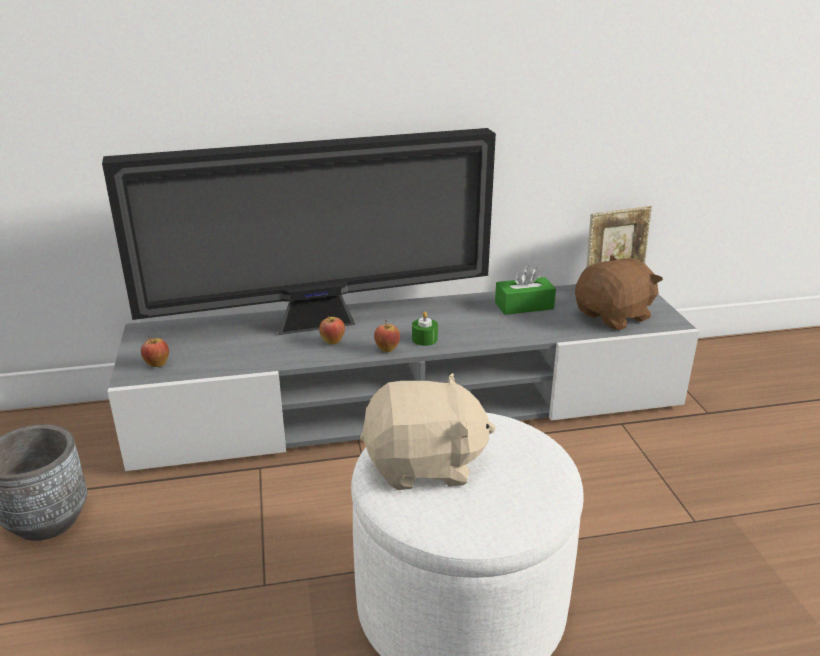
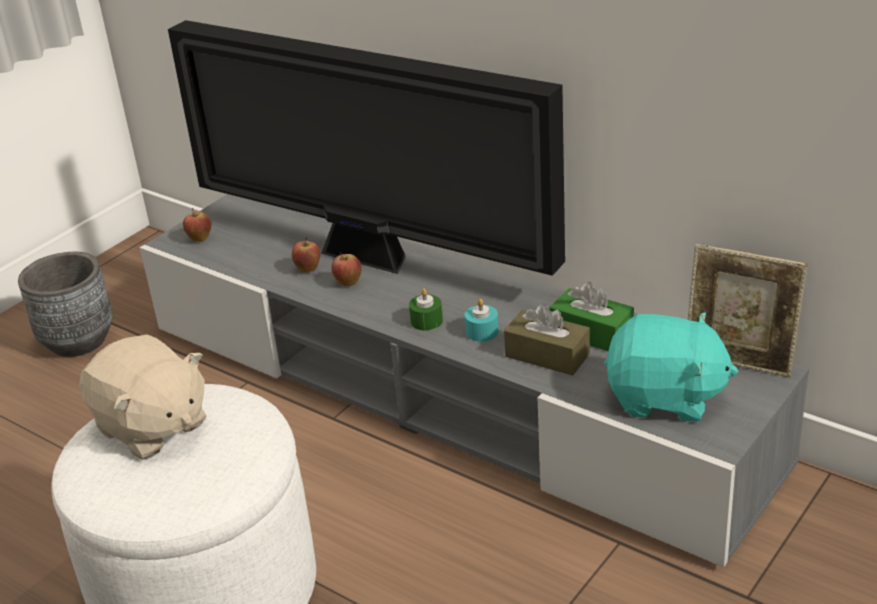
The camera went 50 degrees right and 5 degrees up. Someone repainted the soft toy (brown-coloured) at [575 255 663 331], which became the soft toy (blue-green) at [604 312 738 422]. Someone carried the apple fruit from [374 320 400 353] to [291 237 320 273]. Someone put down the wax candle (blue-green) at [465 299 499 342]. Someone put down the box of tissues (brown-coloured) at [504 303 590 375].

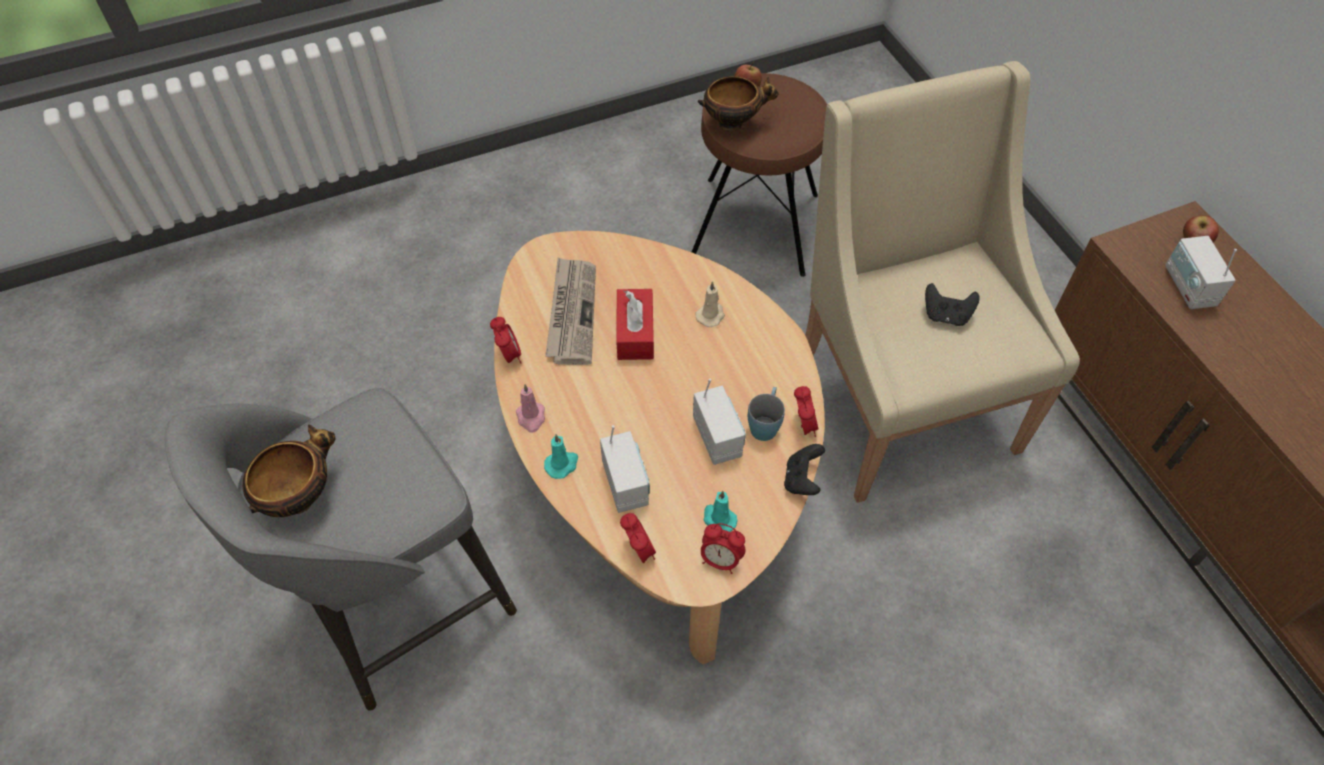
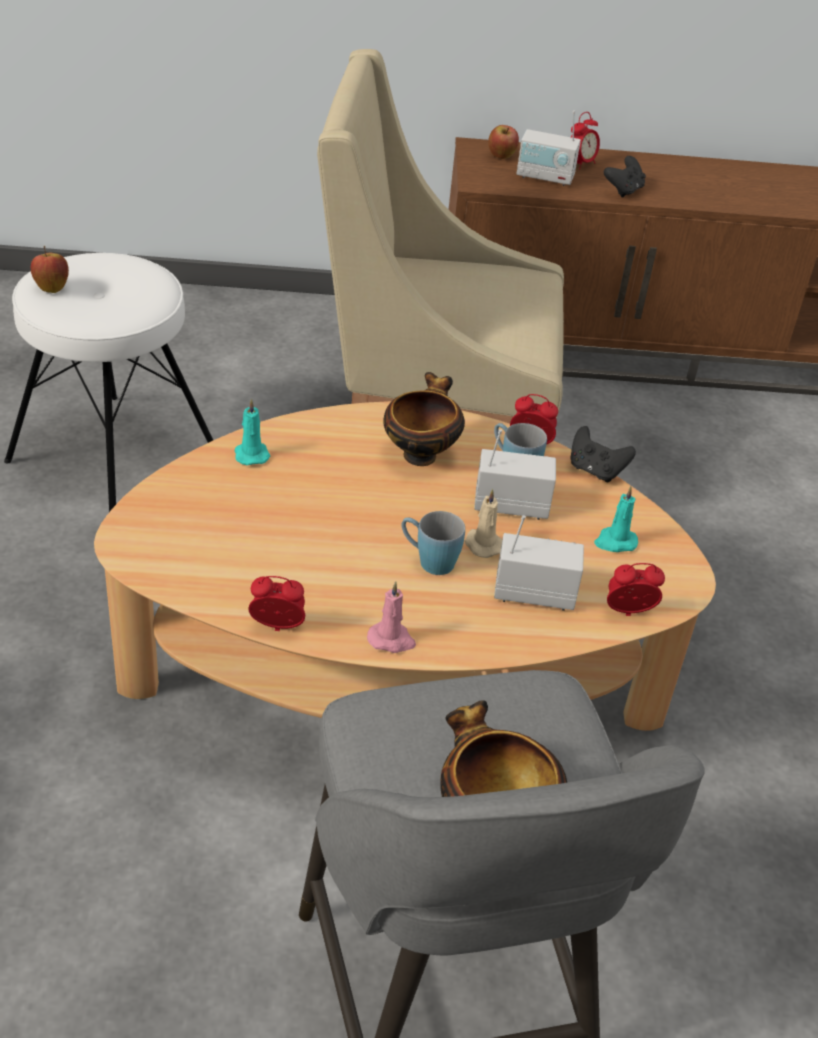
The camera went 70 degrees left and 15 degrees down. Someone repainted the sitting stool (brown-coloured) at [692 73 827 277], which became the sitting stool (whitish) at [4 253 213 512]. Someone carried the bowl from [698 76 779 132] to [384 372 465 466]. Someone took away the printed paper at [545 257 596 365]. Someone carried the wax candle (beige-coloured) from [695 281 725 327] to [465 489 502 558]. Someone carried the game controller (blackish) from [925 283 980 326] to [604 156 646 198]. Someone took away the box of tissues (red-coloured) at [616 289 654 360]. Someone carried the wax candle (blue-green) from [544 434 578 479] to [234 399 270 465]. Someone carried the alarm clock from [701 523 745 574] to [571 112 600 170]. Someone put down the mug (bluish) at [402 511 465 575].

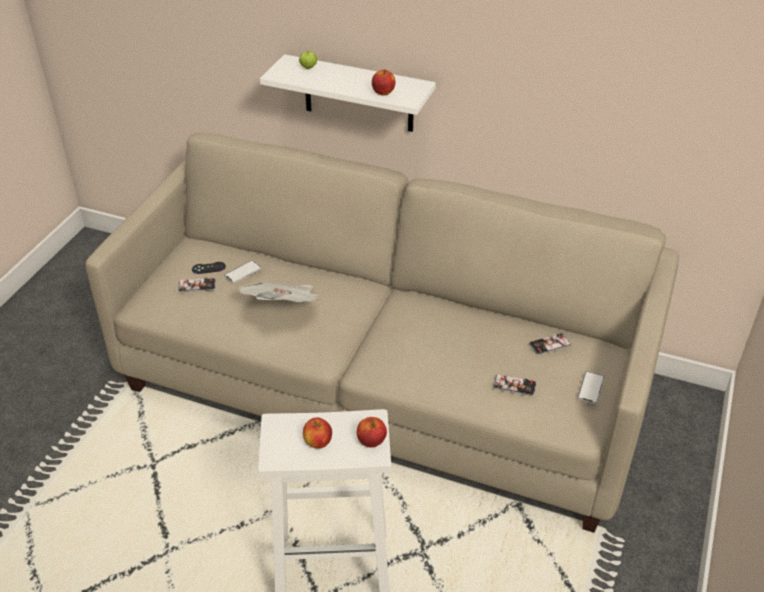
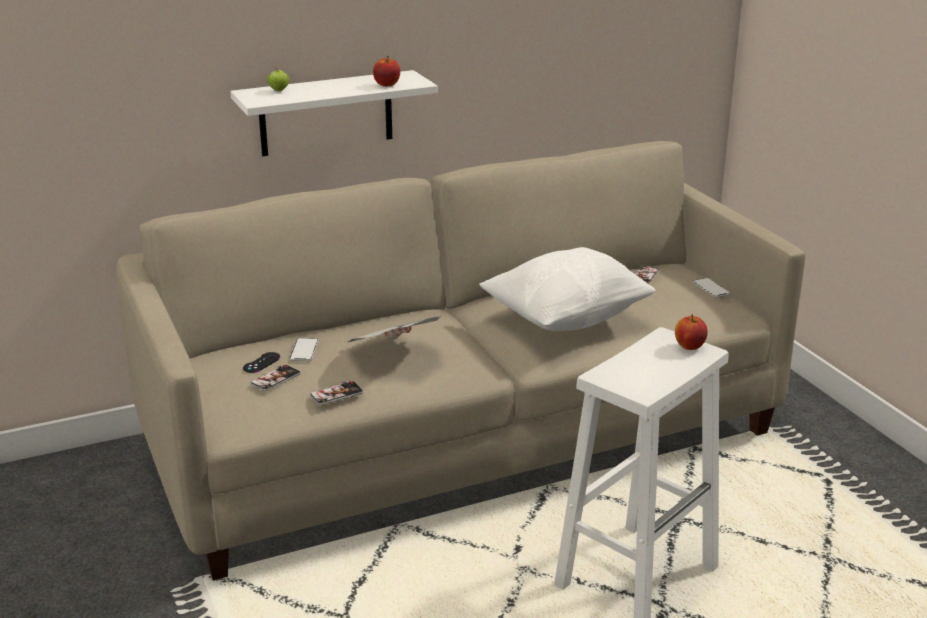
The camera went 45 degrees left and 15 degrees down. Someone carried the phone from [493 374 537 396] to [310 381 364 405]. Someone took away the apple fruit at [303 418 332 449]. Someone put down the cushion (whitish) at [479 247 655 331].

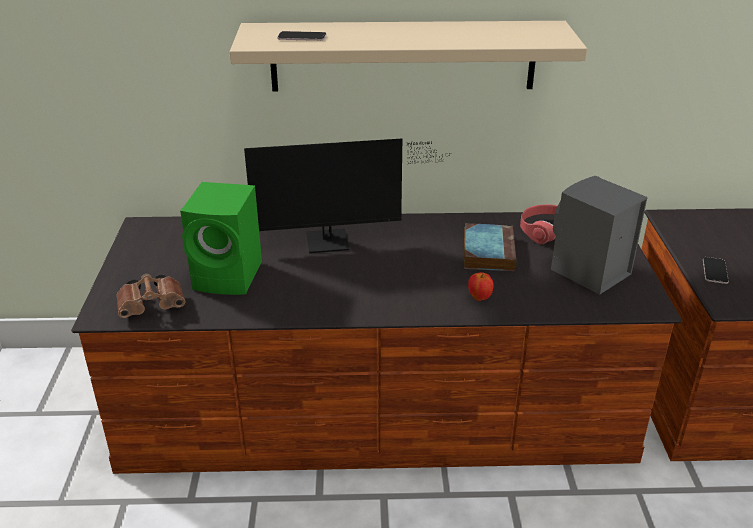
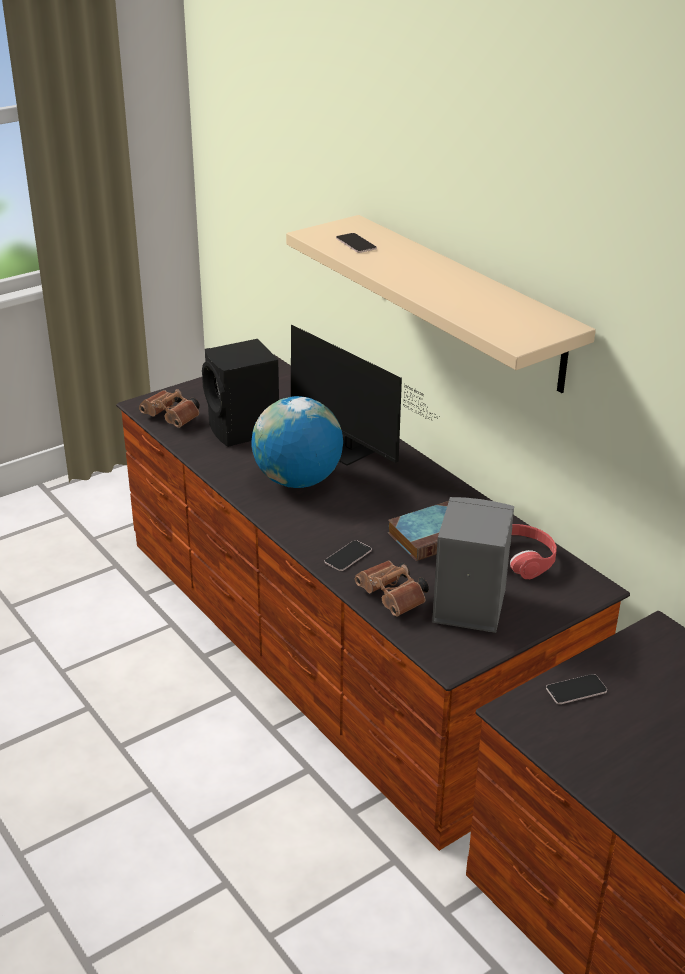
The camera went 55 degrees right and 0 degrees up. Someone repainted the speaker (green) at [180 182 262 295], which became the speaker (blackish) at [202 339 279 447]. Someone swapped the apple fruit at [468 272 494 301] for the phone at [324 540 372 571]. Someone put down the world globe at [251 396 343 488]. Someone put down the field glasses (brown-coloured) at [355 561 429 617].

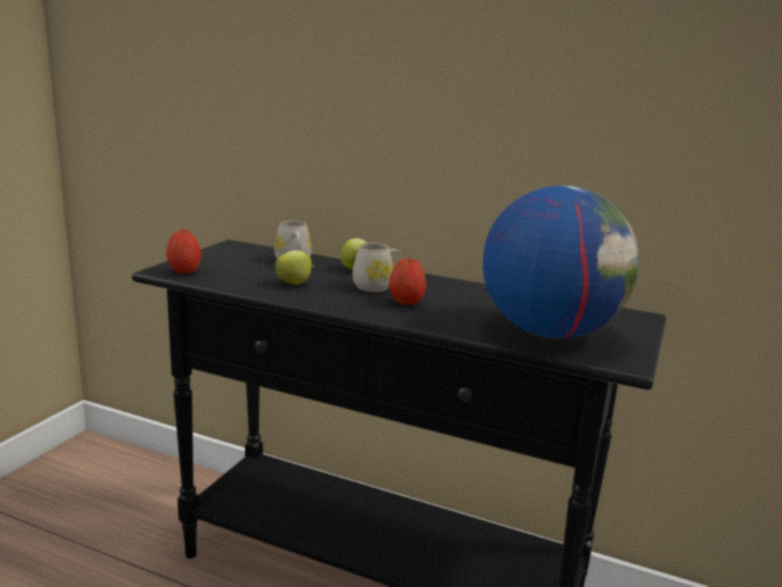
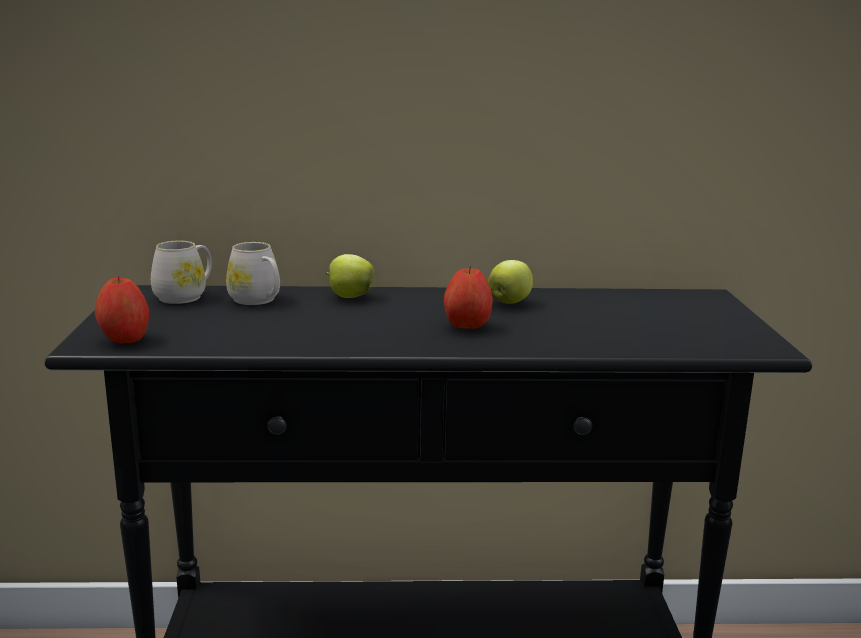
The camera went 25 degrees left and 0 degrees up. Someone took away the world globe at [483 186 639 339]. Someone carried the mug (whitish) from [353 243 403 292] to [151 241 212 304]. Someone carried the apple fruit from [275 250 314 284] to [488 260 533 304].

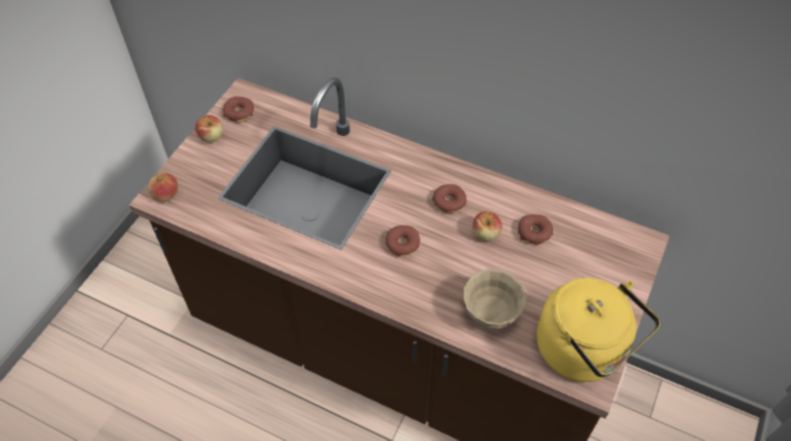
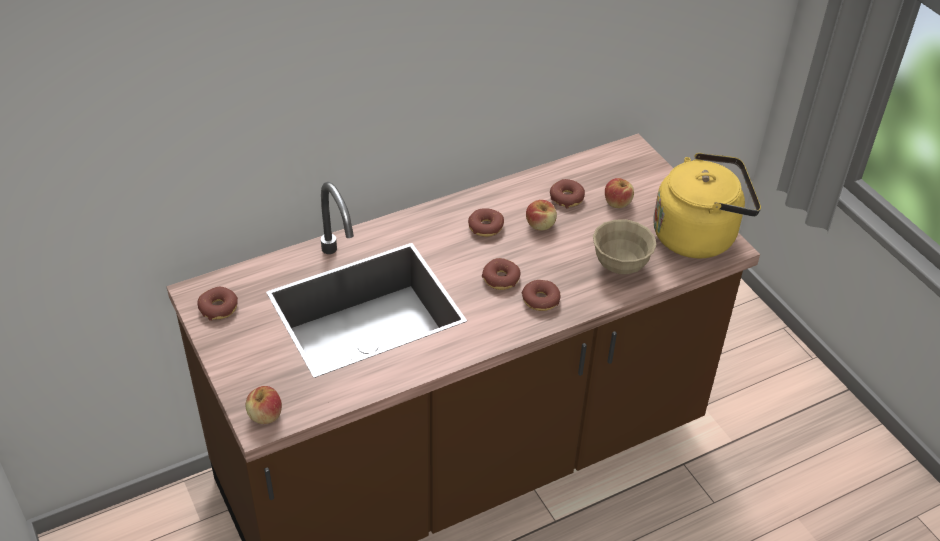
The camera went 55 degrees left and 10 degrees down. Someone carried the apple fruit from [195 115 223 143] to [605 178 634 208]. Someone put down the ring doughnut at [522 280 560 311].

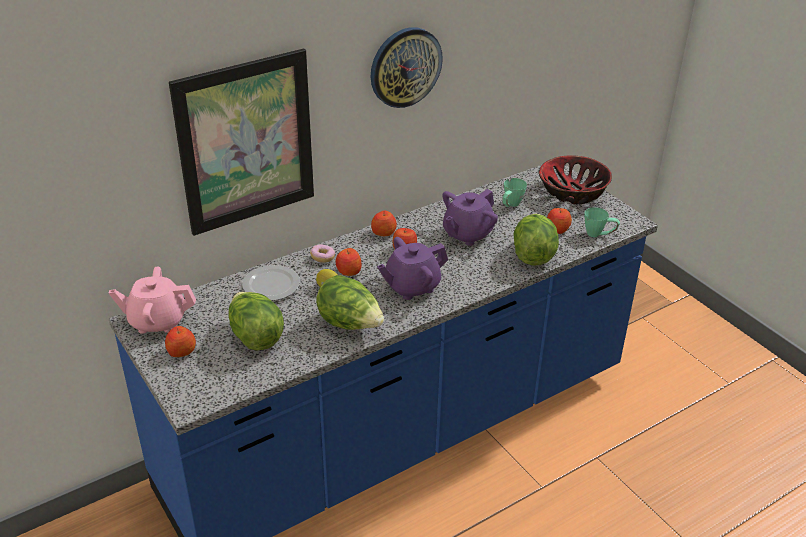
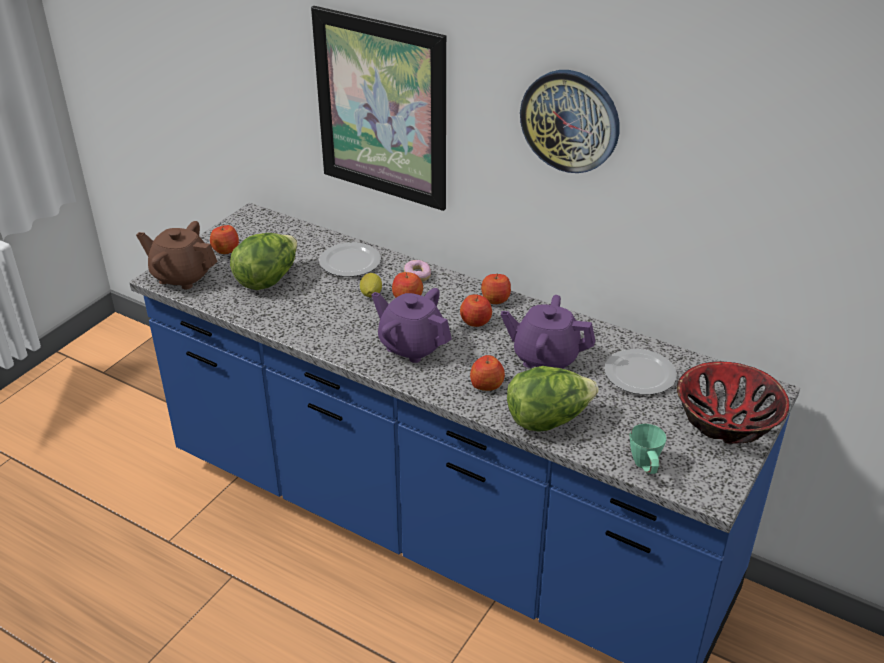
The camera went 65 degrees right and 0 degrees up. Someone swapped the mug (green) at [502 178 527 207] for the dinner plate at [604 349 677 395]. Someone carried the apple fruit from [547 208 572 234] to [470 355 505 391]. Someone took away the tea pot (pinkish) at [109 266 196 334]. Someone took away the lettuce at [316 275 384 330]. Someone put down the tea pot (brown-coloured) at [136 221 218 290].

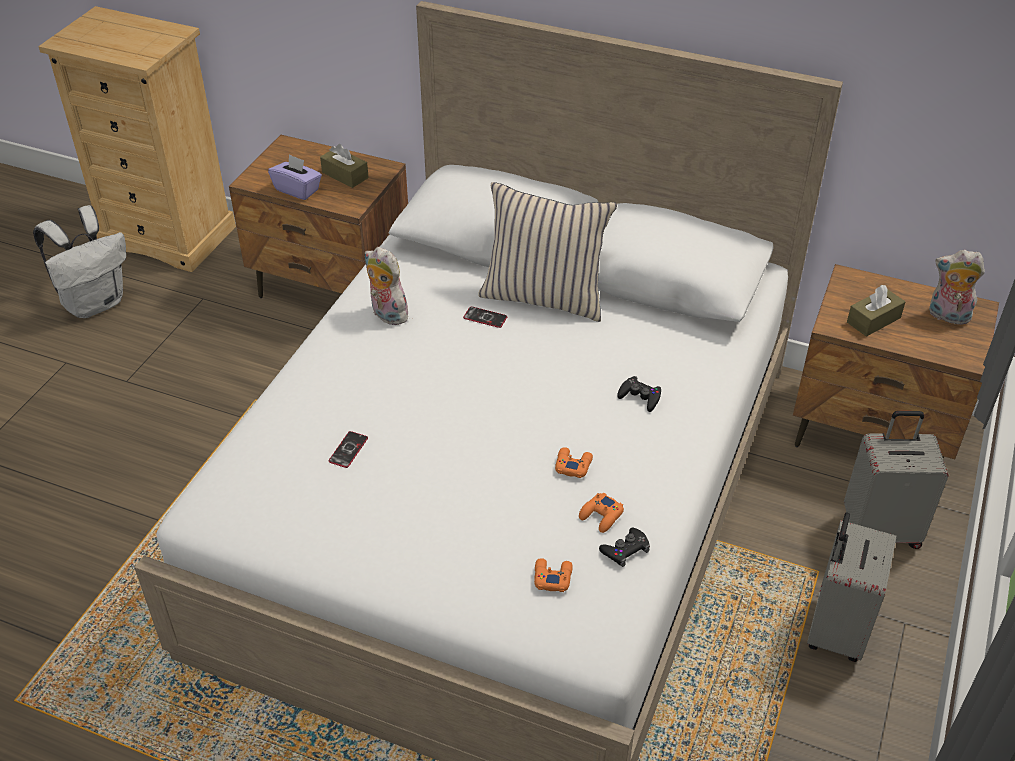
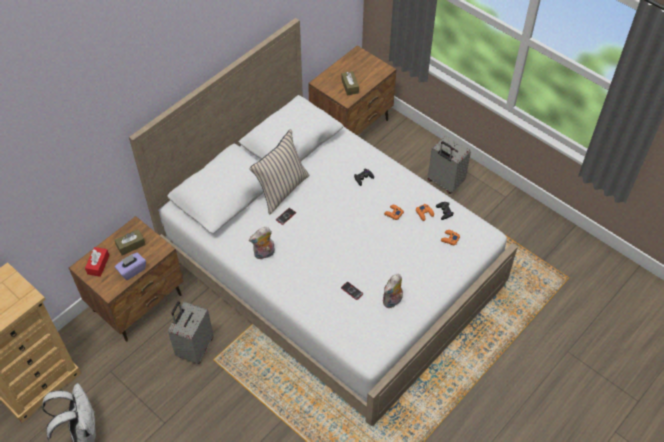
The camera went 70 degrees left and 10 degrees up. Someone carried the soft toy from [929 250 985 327] to [382 274 403 308]. Someone carried the travel case (greyish) from [844 411 949 549] to [168 301 213 364]. Someone put down the box of tissues (red-coloured) at [85 247 109 277].

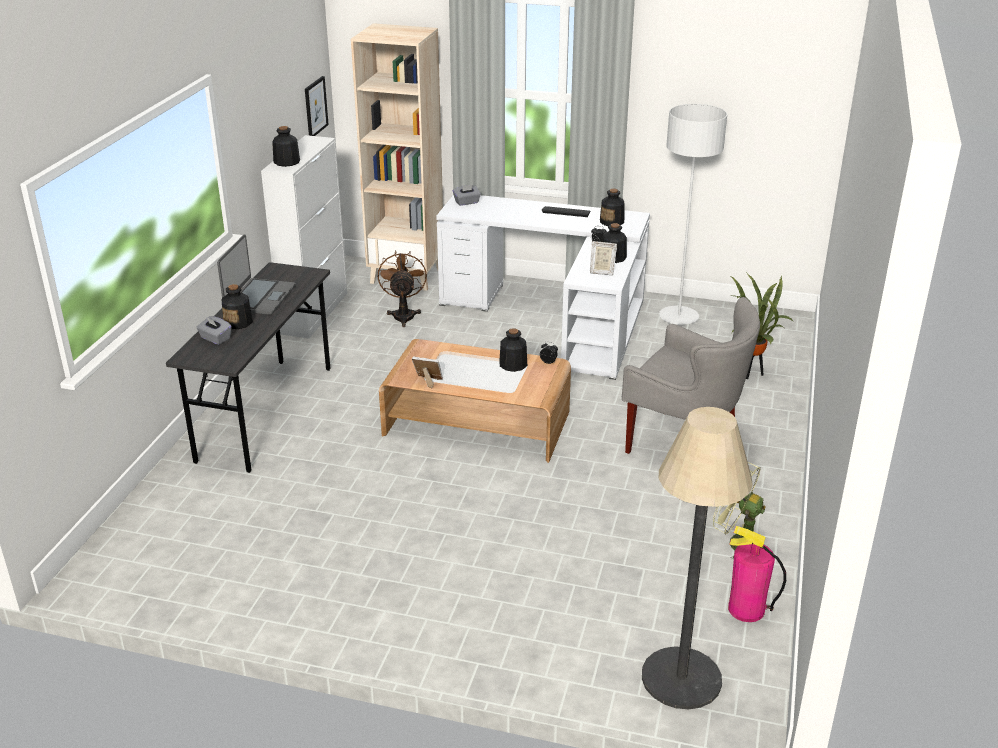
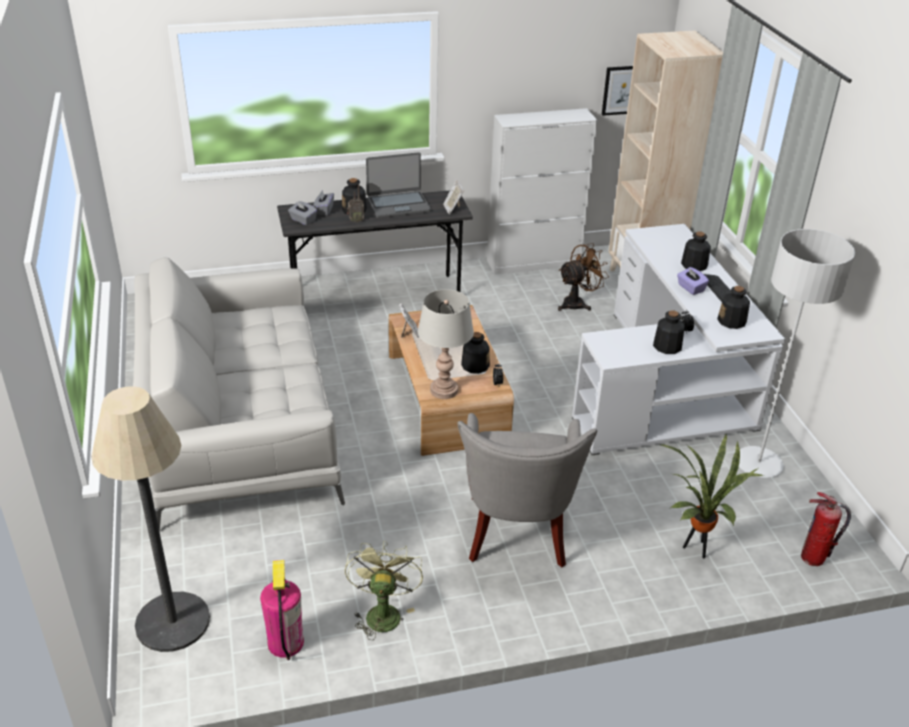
The camera went 60 degrees right and 5 degrees up. Someone carried the beverage bottle from [272 126 300 167] to [681 231 711 271]. Someone carried the box of tissues (greyish) from [453 185 481 206] to [288 201 317 225]. Someone carried the photo frame from [590 241 617 275] to [443 180 464 214]. Someone put down the radio set at [347 184 364 223]. Someone put down the couch (greyish) at [133 257 345 531]. Someone put down the box of tissues (purple-coloured) at [677 267 709 295]. Someone put down the lamp for a table (greyish) at [418 289 474 399]. Someone put down the fire-fighting cylinder at [801 492 851 566].

